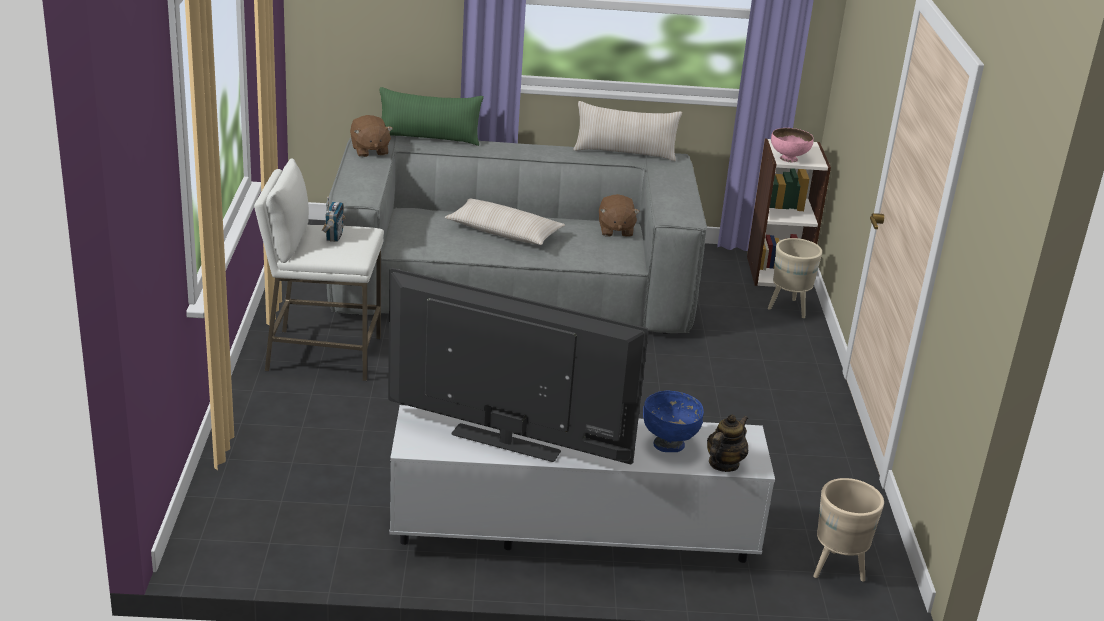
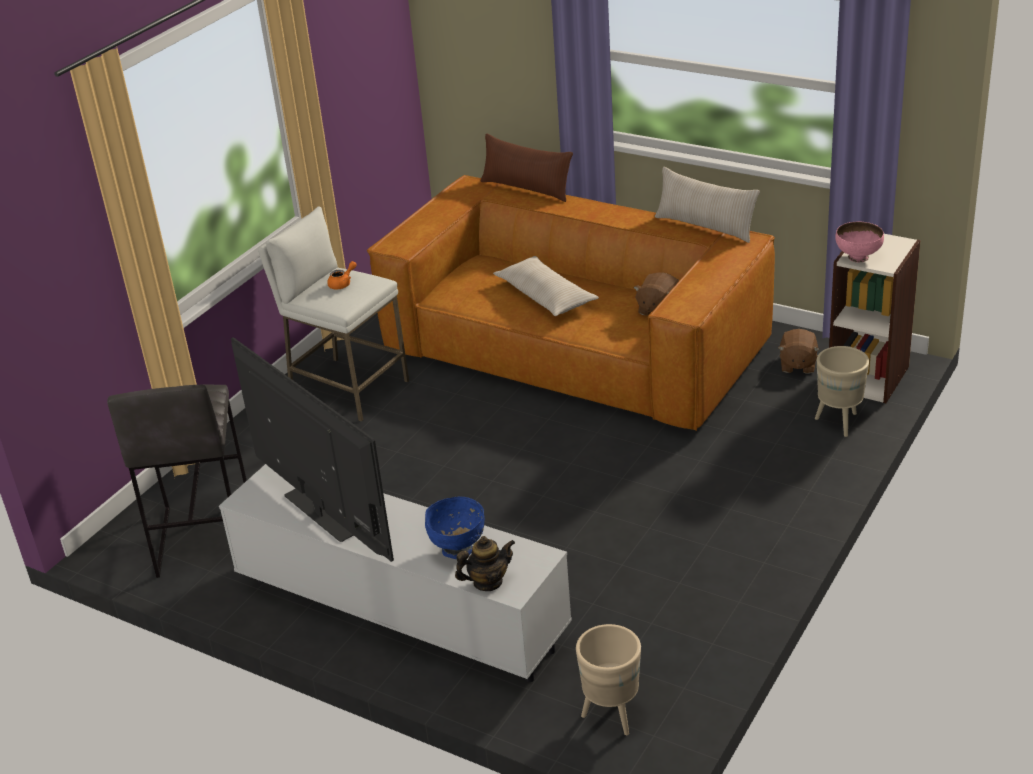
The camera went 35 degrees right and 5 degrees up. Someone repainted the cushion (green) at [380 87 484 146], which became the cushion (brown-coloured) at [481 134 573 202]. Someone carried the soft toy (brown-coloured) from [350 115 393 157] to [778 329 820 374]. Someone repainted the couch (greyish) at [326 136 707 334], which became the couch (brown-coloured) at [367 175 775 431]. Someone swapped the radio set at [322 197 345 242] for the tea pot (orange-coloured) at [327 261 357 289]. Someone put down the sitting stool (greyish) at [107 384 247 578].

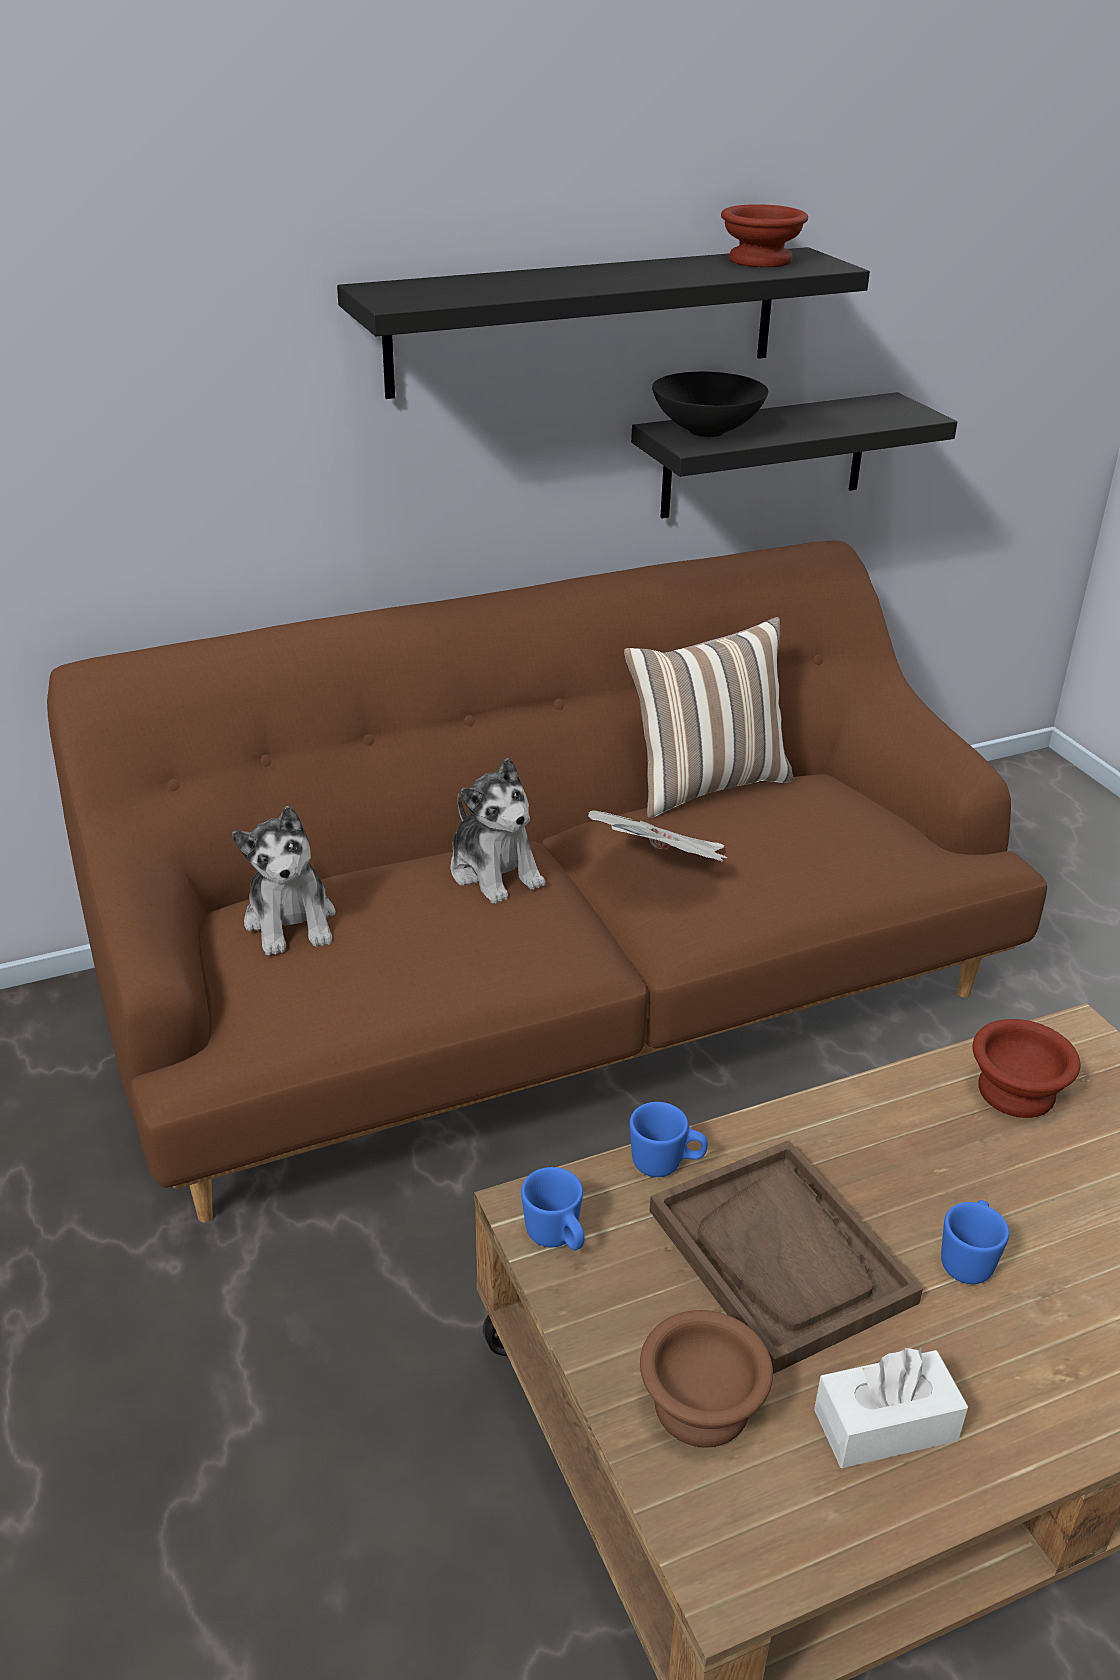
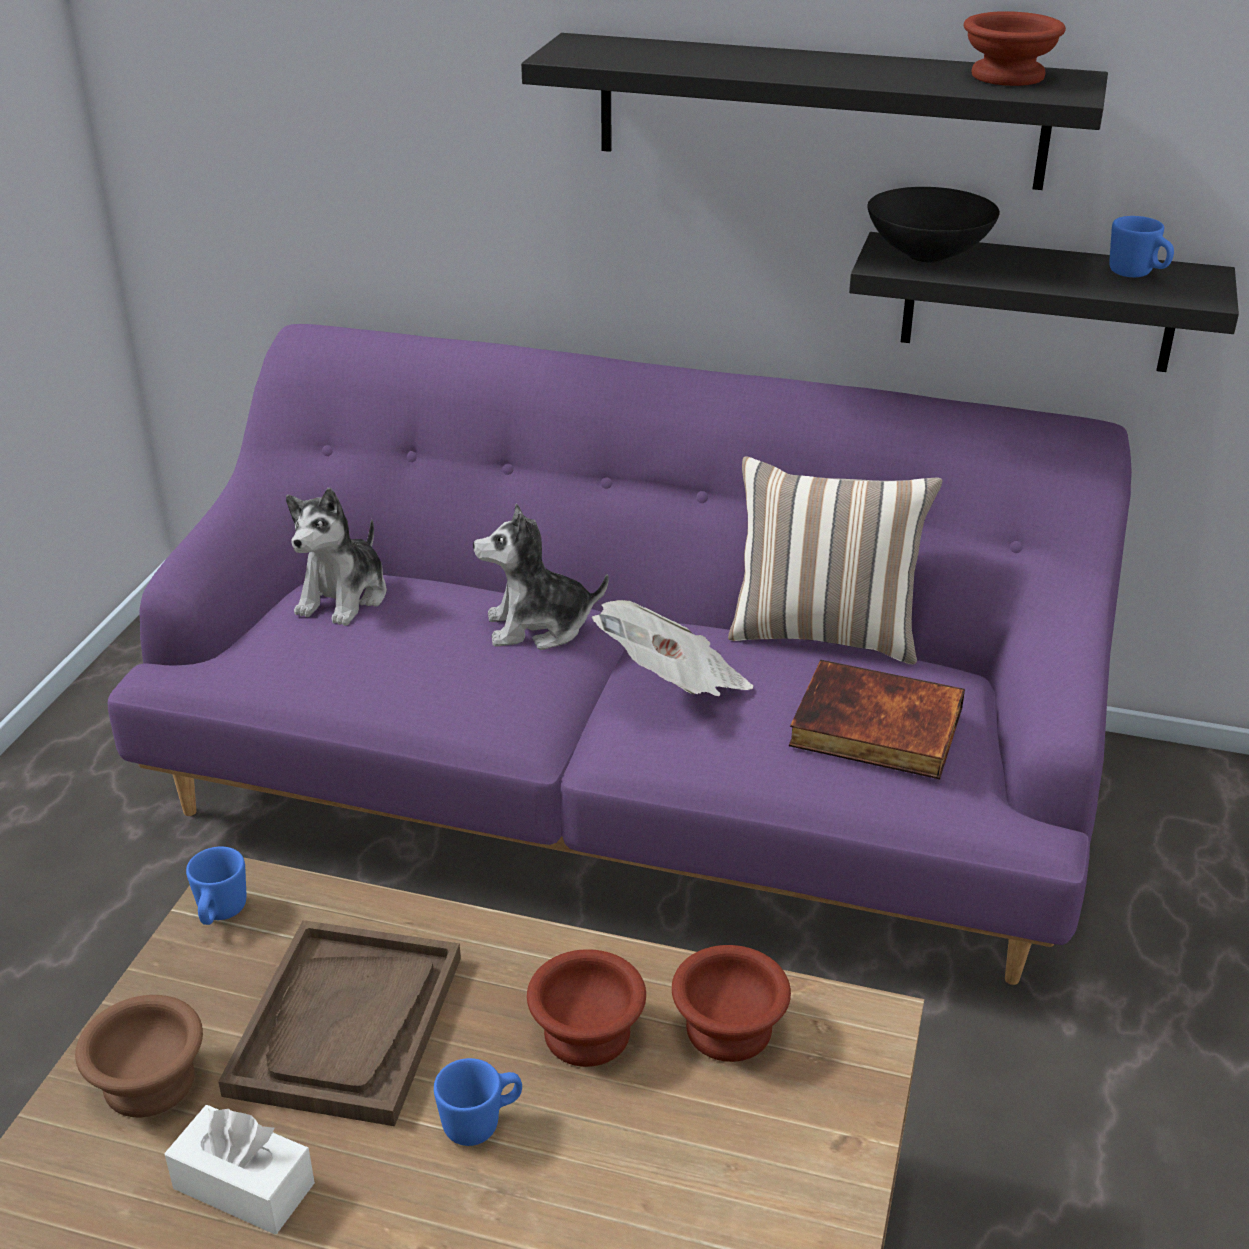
The camera went 40 degrees right and 0 degrees up. Someone repainted the couch (brown-coloured) at [47 541 1047 1223], which became the couch (purple-coloured) at [108 324 1132 985]. Someone rotated the soft toy at [450 758 545 904] by 75 degrees clockwise. Someone carried the mug (bluish) from [630 1102 708 1177] to [1109 216 1174 277]. Someone put down the volume at [789 660 965 779]. Someone put down the bowl (brown-coloured) at [527 949 646 1067].

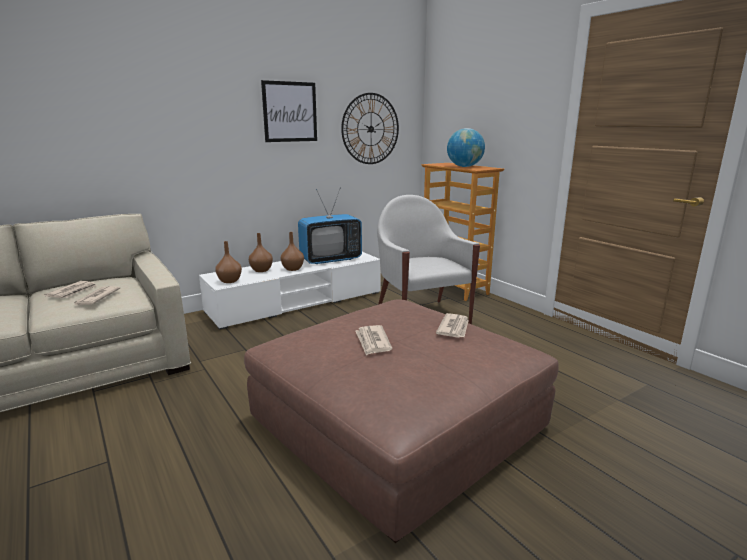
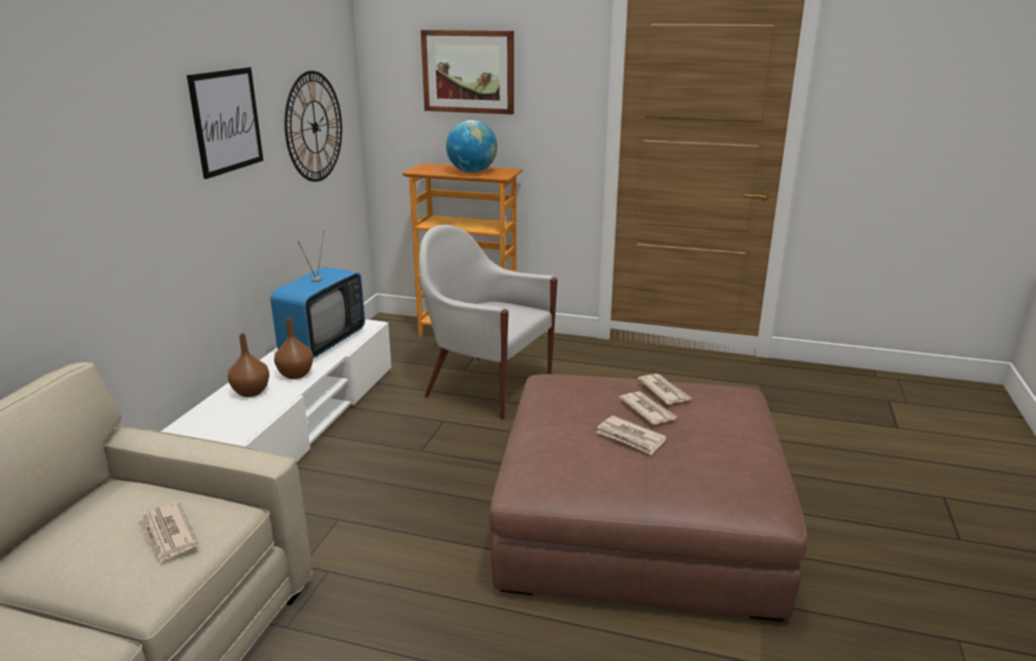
The camera went 40 degrees left and 5 degrees up. Someone took away the decorative vase (brown-coloured) at [215 241 242 283]. Someone carried the printed paper from [44 281 97 298] to [619 391 677 425]. Someone put up the picture at [421 30 514 114].

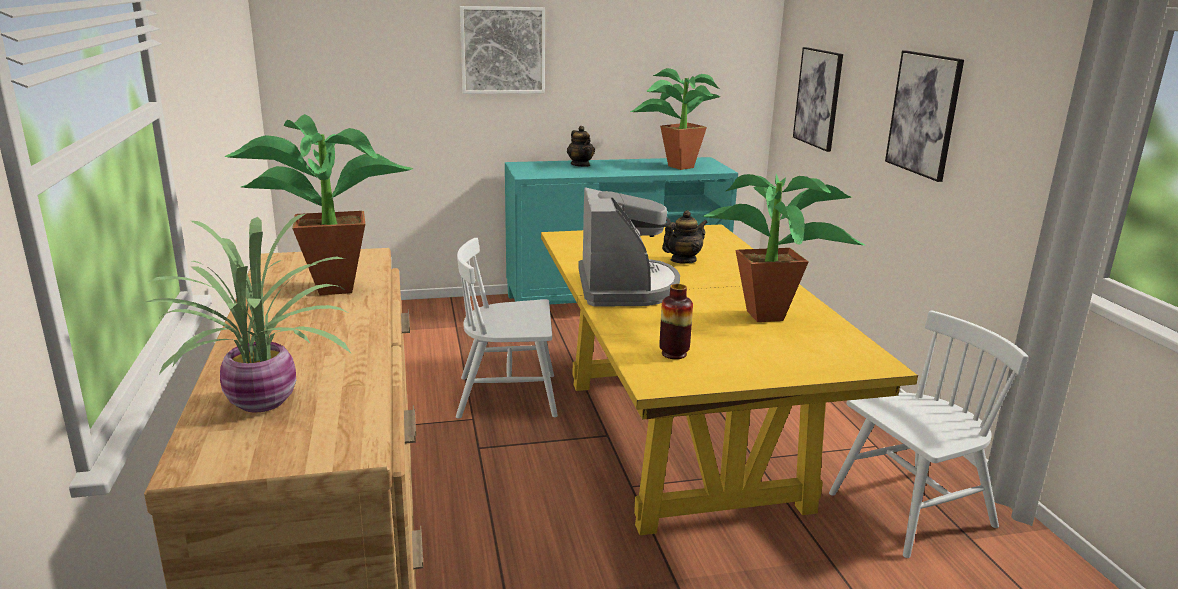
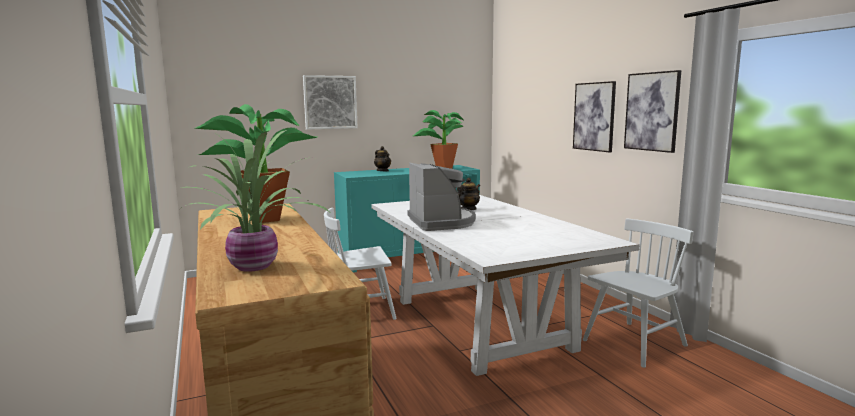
The camera went 10 degrees left and 10 degrees down. Someone carried the picture from [793 47 843 152] to [624 70 681 153]. Someone took away the plant in a pot at [703 174 865 322]. Someone repainted the dining table (yellowish) at [541 224 918 535], which became the dining table (whitish) at [371 195 639 376]. Someone took away the decorative vase at [660 284 693 359].

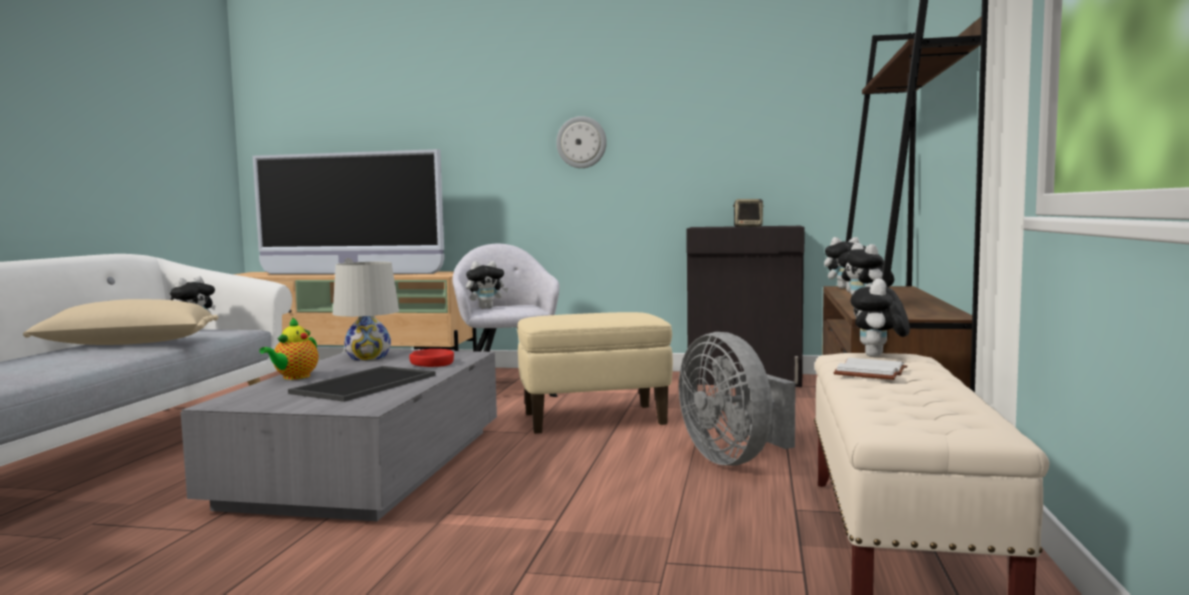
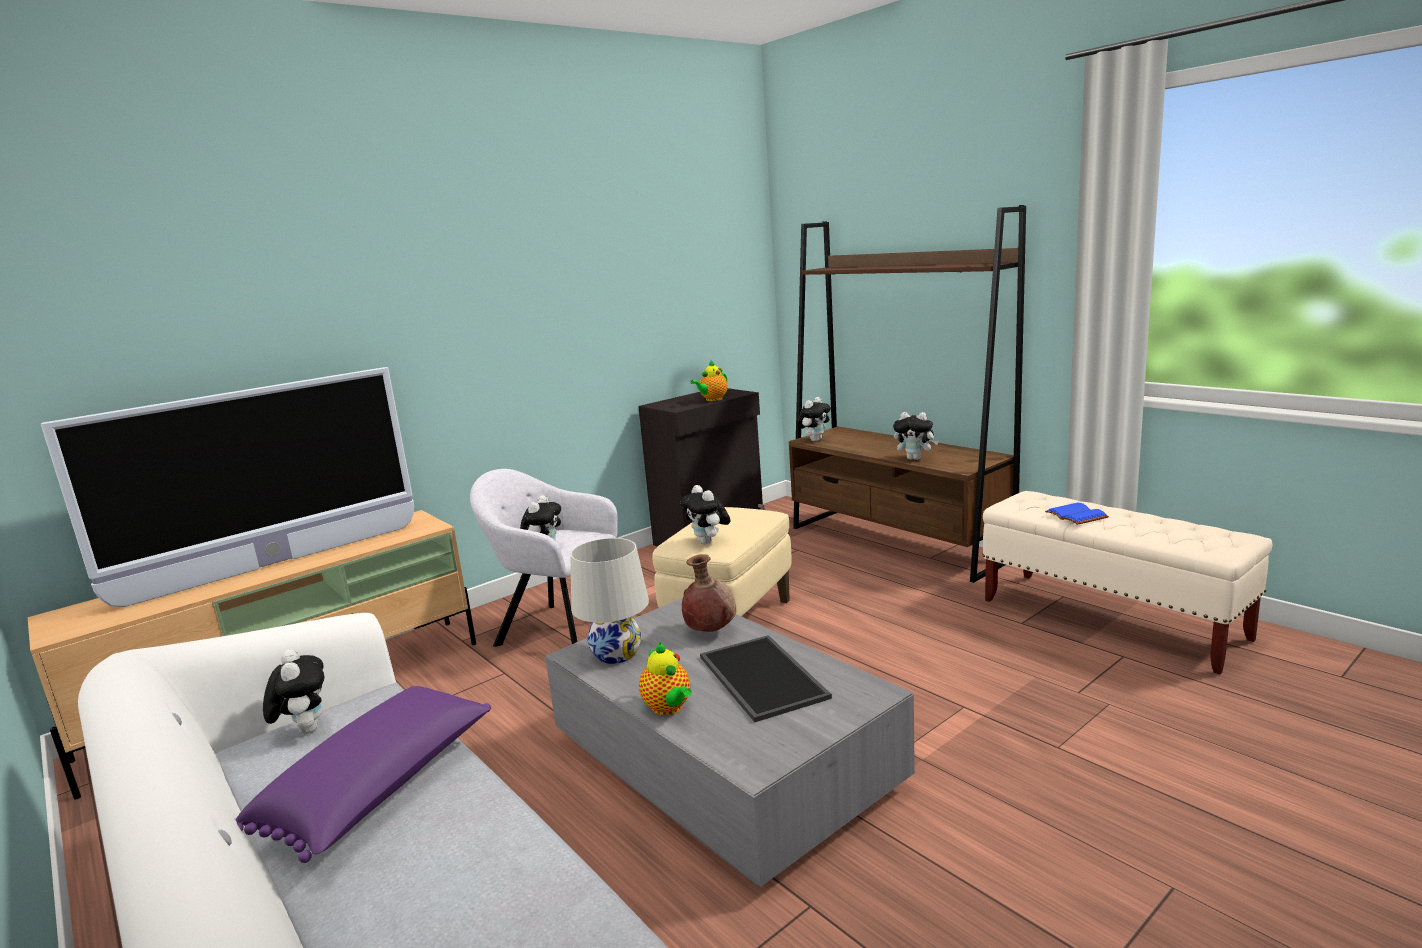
The camera went 50 degrees left and 10 degrees up. Someone took away the wall clock at [556 116 607 168]. Someone swapped the speaker at [733 199 764 227] for the tea pot at [690 360 728 401]. Someone carried the soft toy from [851 278 910 357] to [680 485 731 544]. Someone repainted the cushion (beige-coloured) at [23 299 218 345], which became the cushion (purple-coloured) at [236 686 491 863]. Someone took away the fan (greyish) at [679 332 796 466]. Someone swapped the bowl (red-coloured) at [409 349 454 367] for the decorative vase (brown-coloured) at [682 554 736 632]. Someone repainted the volume (whitish) at [834 358 907 380], which became the volume (bluish) at [1045 503 1109 525].

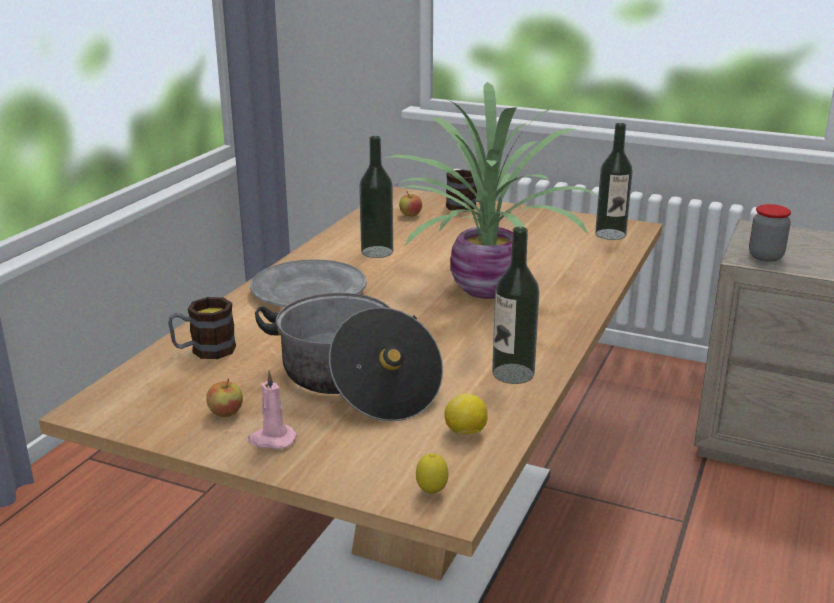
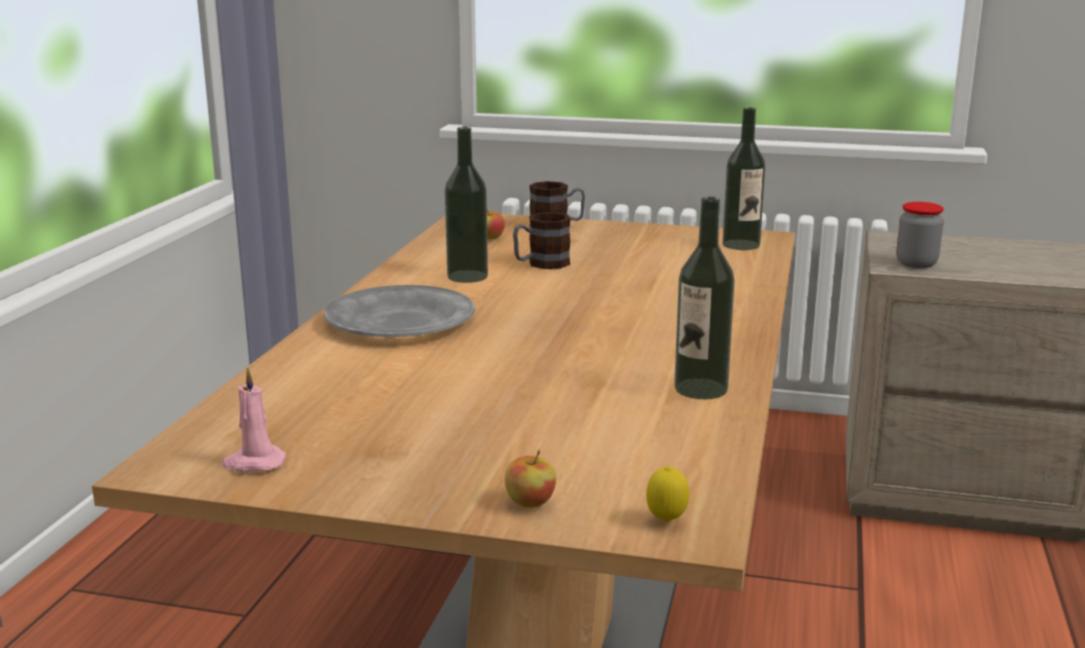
The camera went 10 degrees left and 5 degrees down. Someone took away the plant in a pot at [384 82 598 299]. Someone took away the stockpot at [255 293 443 421]. Someone carried the mug from [168 297 236 359] to [513 212 571 269]. Someone carried the wax candle (pinkish) from [248 370 297 449] to [221 367 286 472]. Someone carried the apple fruit from [206 379 243 417] to [505 450 556 508]. Someone took away the whole lemon at [444 393 488 434].

